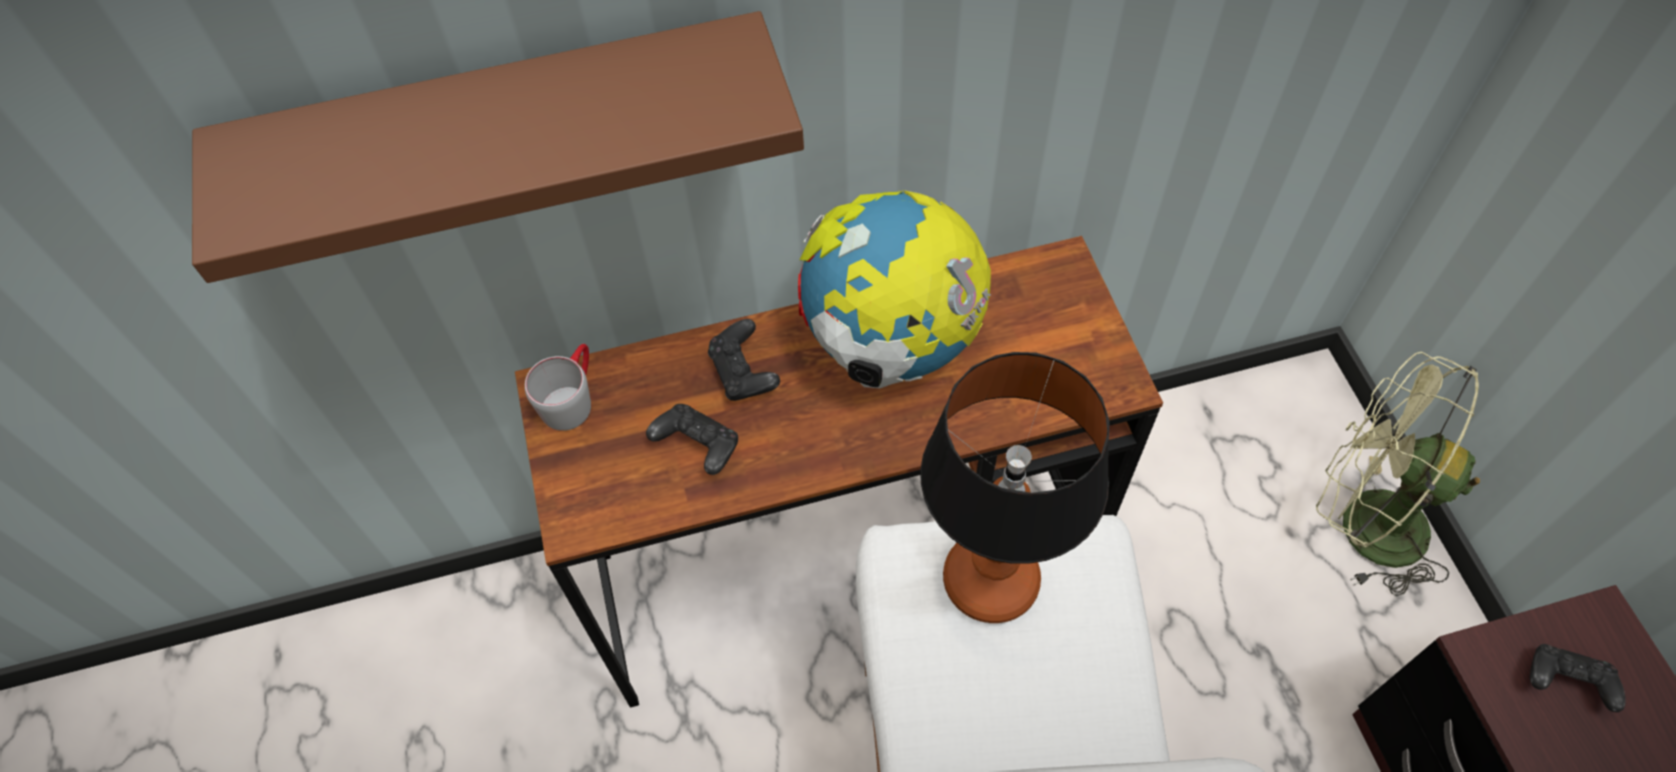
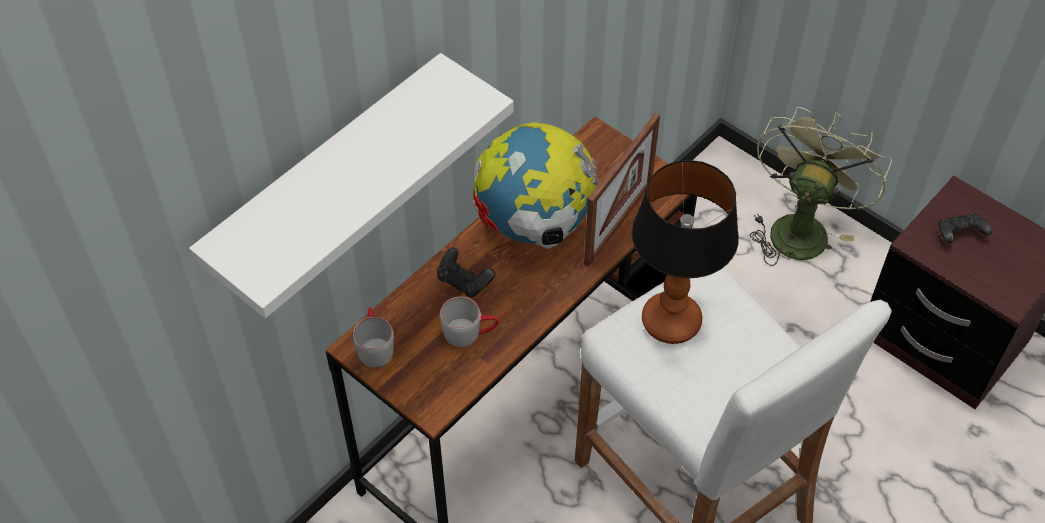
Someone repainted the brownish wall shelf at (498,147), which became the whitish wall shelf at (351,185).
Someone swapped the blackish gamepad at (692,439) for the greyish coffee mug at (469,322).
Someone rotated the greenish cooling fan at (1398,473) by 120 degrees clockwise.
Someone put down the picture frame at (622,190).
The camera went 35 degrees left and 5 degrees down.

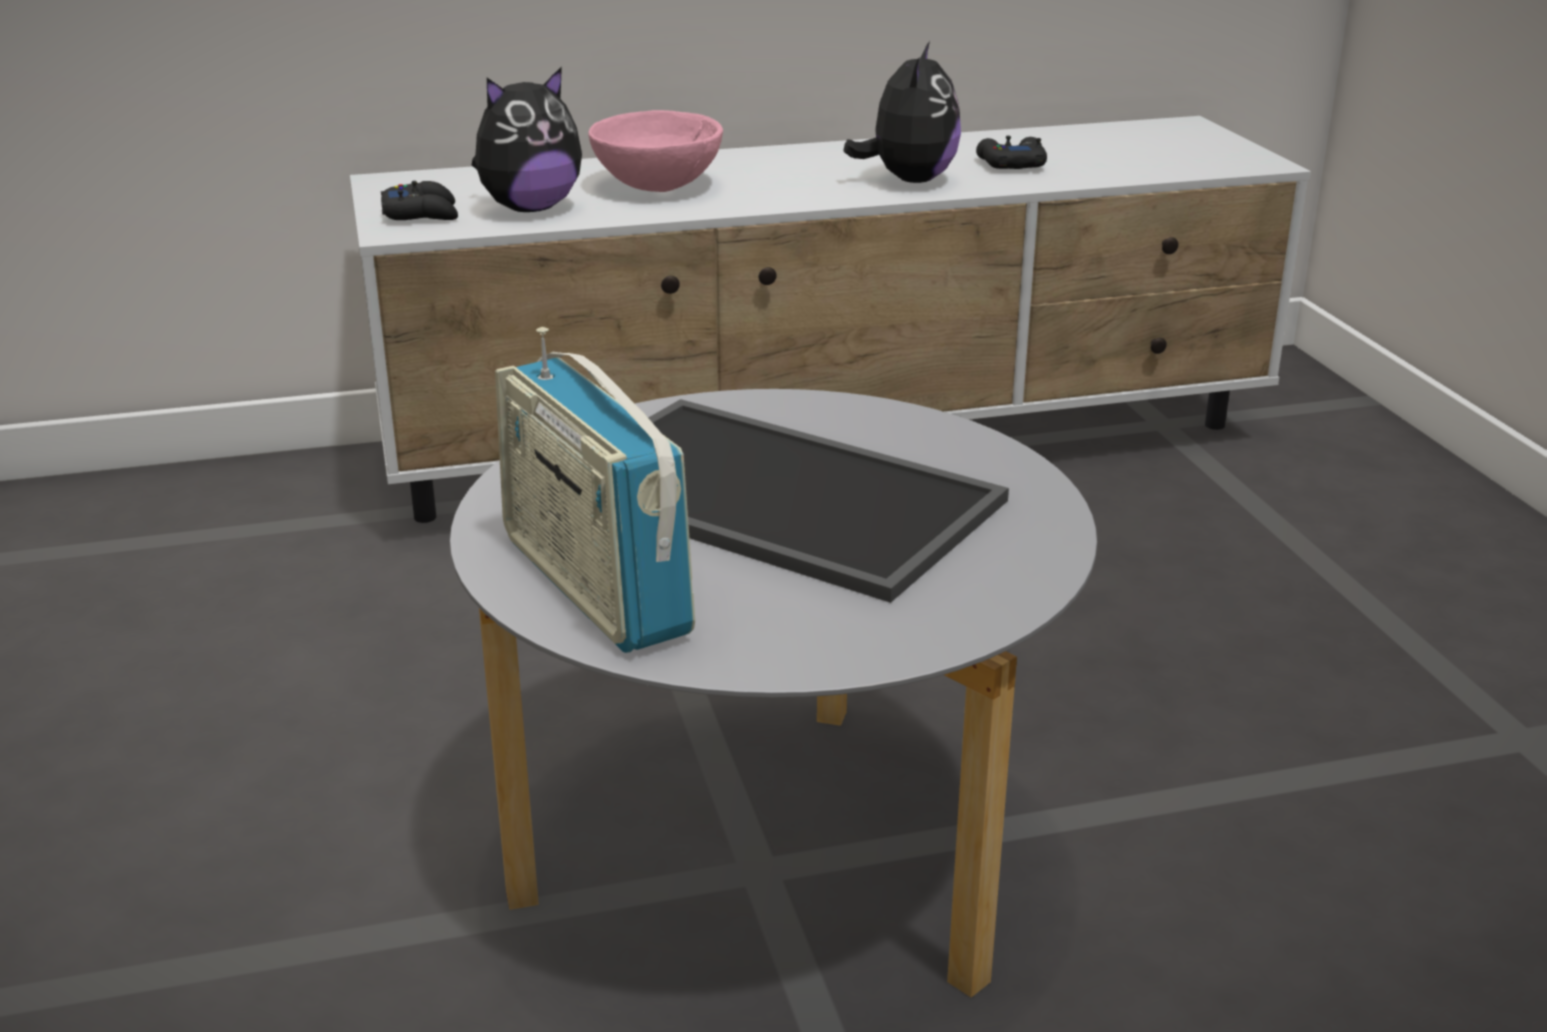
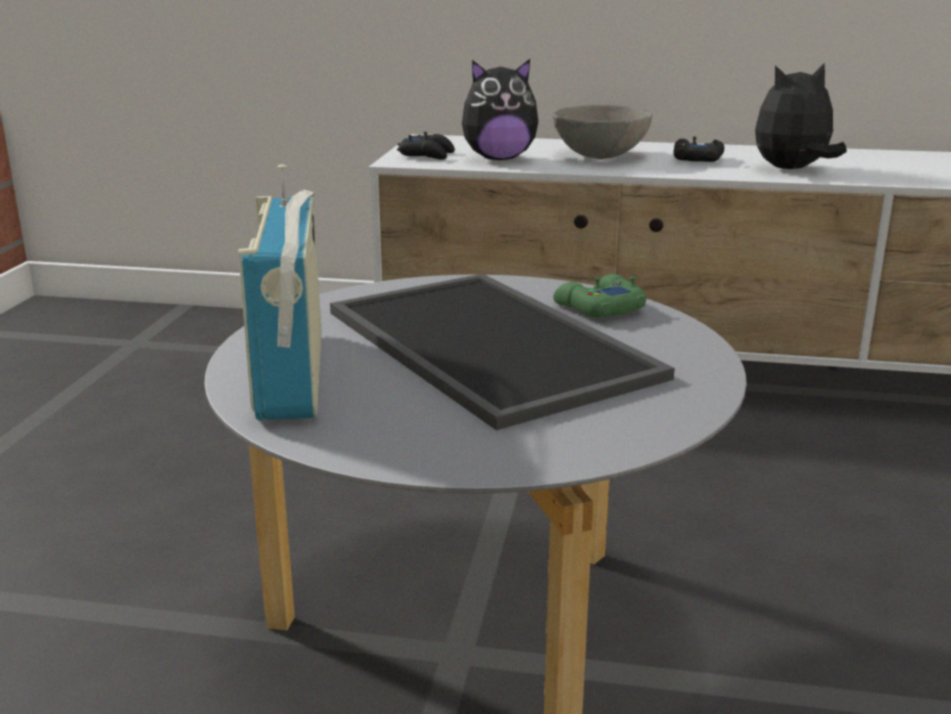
Someone repainted the pink serving bowl at (656,151), which became the greyish serving bowl at (602,132).
Someone rotated the soft toy at (902,112) by 150 degrees counterclockwise.
Someone carried the blackish gamepad from (1011,152) to (699,149).
Someone put down the greenish gamepad at (599,296).
The camera went 25 degrees right and 5 degrees down.

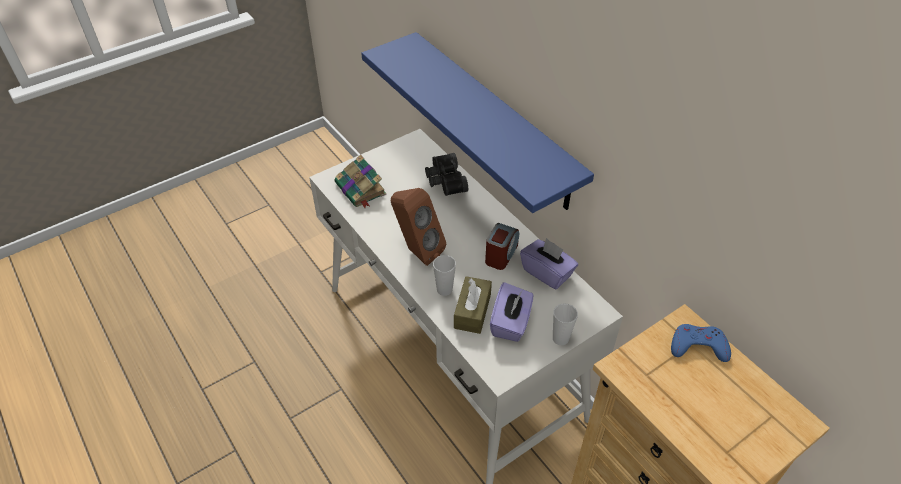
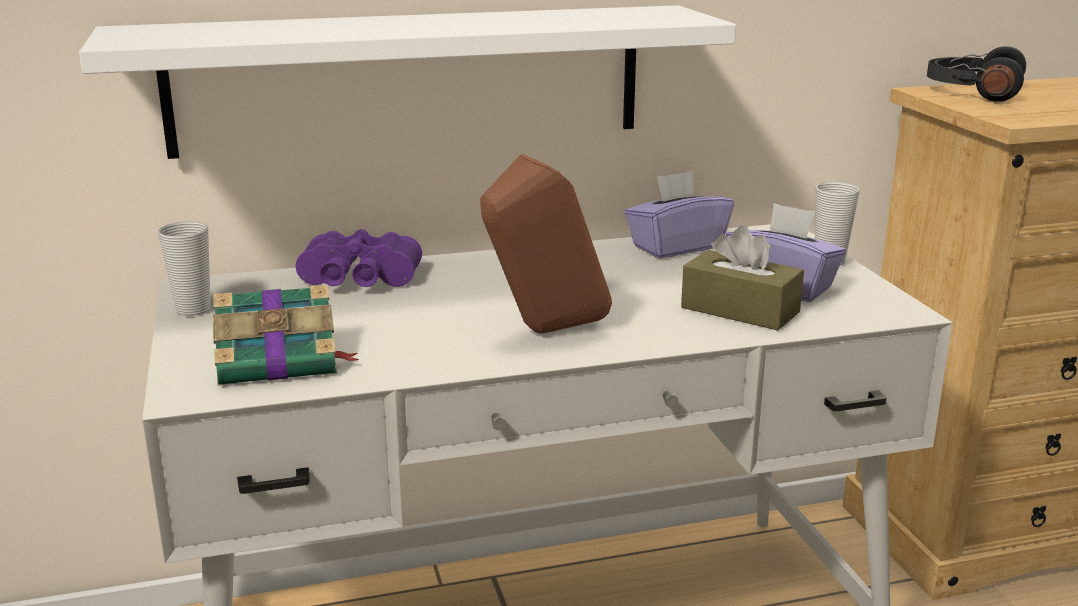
Someone repainted the blue-coloured wall shelf at (477,122), which became the whitish wall shelf at (407,82).
Someone repainted the blackish field glasses at (446,174), which became the purplish field glasses at (359,258).
Someone carried the drinking cup from (444,275) to (184,268).
Someone took away the bedside clock at (502,246).
Someone swapped the blue-coloured gamepad at (701,343) for the blackish headset at (976,74).
The camera went 70 degrees left and 25 degrees down.

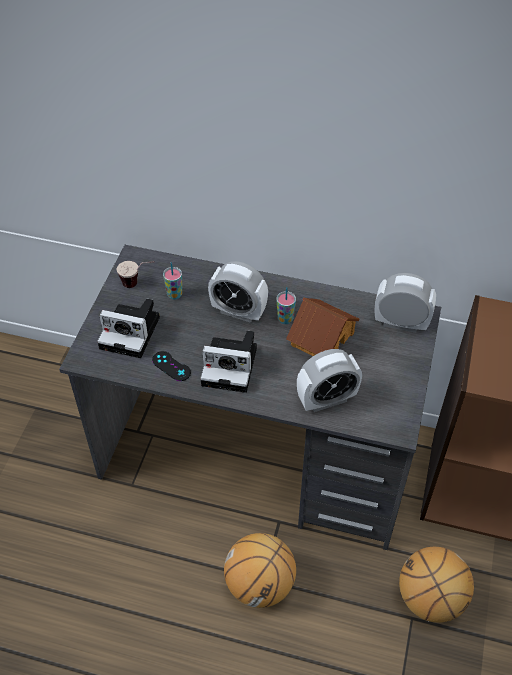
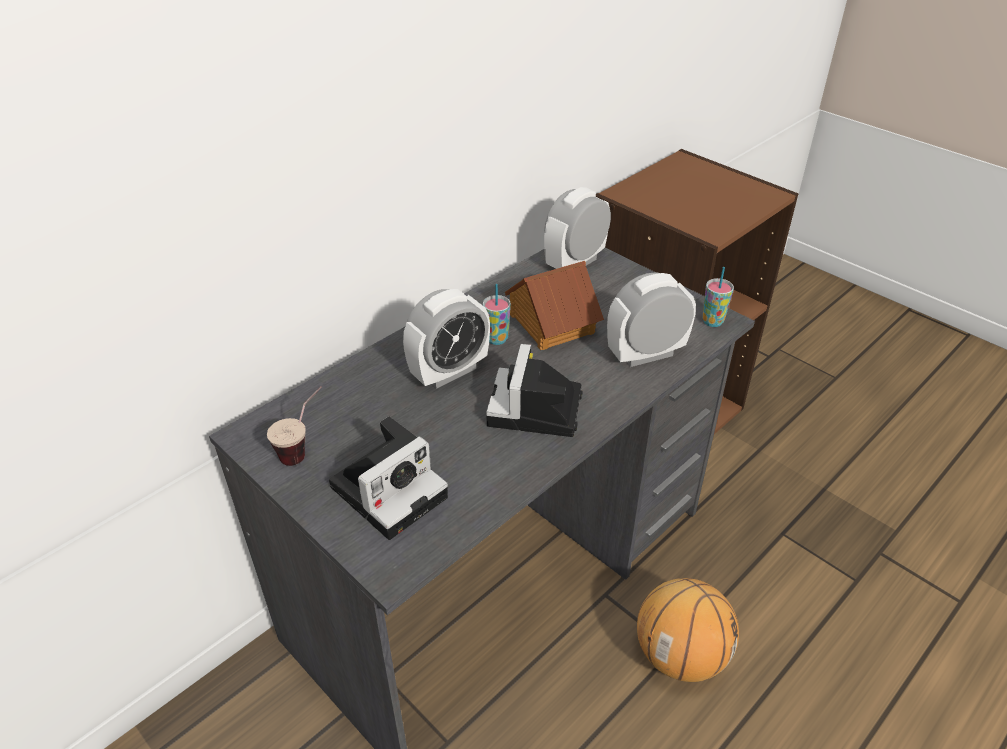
Someone took away the blackish gamepad at (171,366).
Someone carried the drinking cup from (172,280) to (718,297).
Someone rotated the still camera at (228,361) by 150 degrees clockwise.
Someone rotated the bedside clock at (329,380) by 120 degrees counterclockwise.
Someone took away the basketball at (436,585).
The camera went 60 degrees left and 10 degrees down.

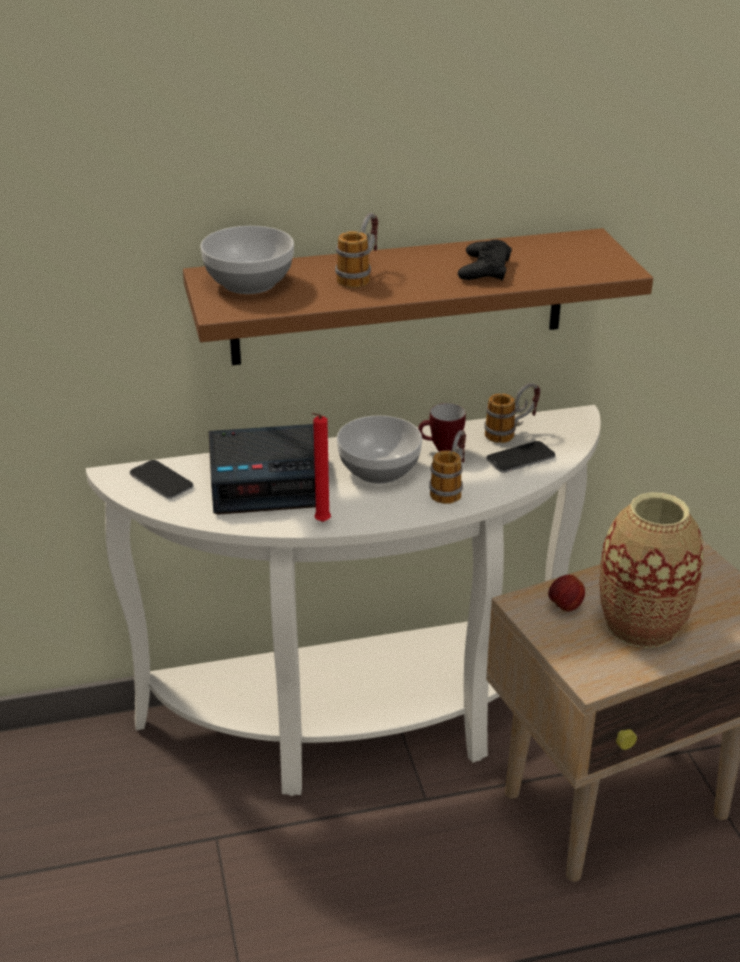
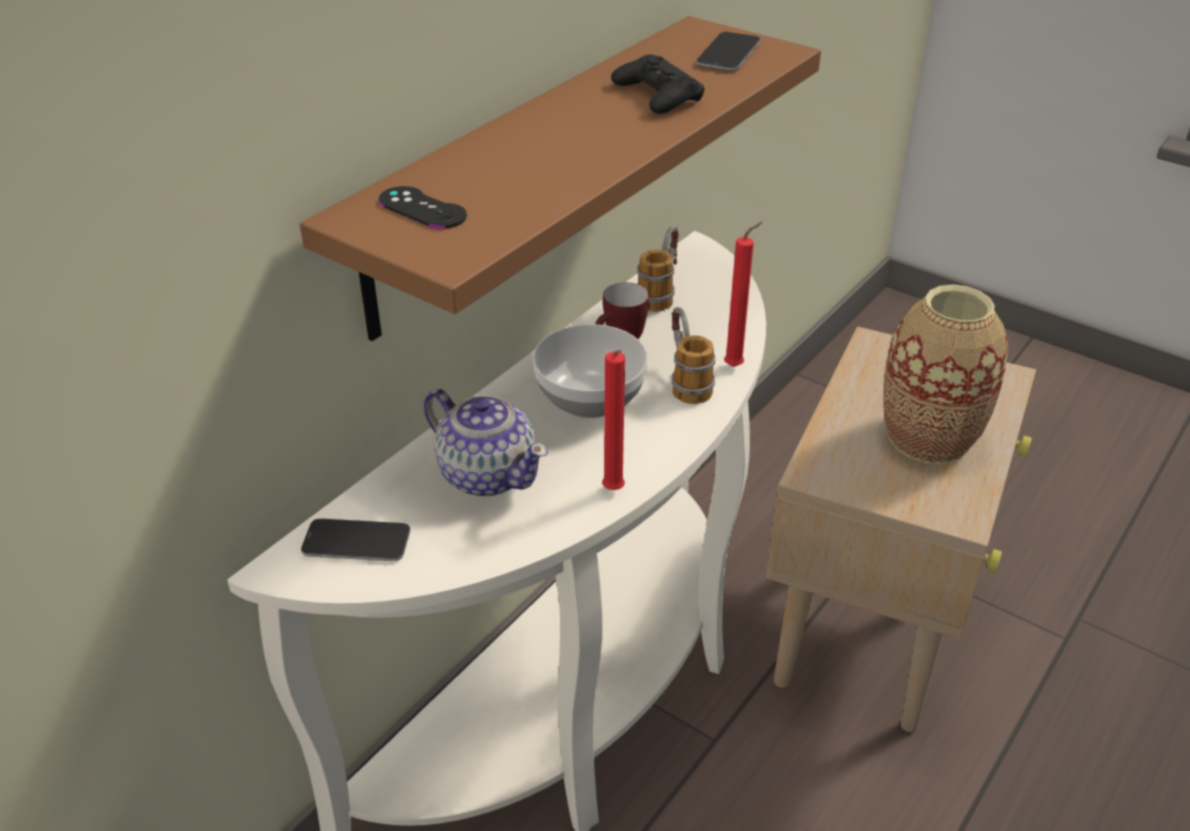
Someone swapped the serving bowl at (247,260) for the blackish gamepad at (423,207).
Someone swapped the bedside clock at (262,469) for the pot for tea at (486,443).
Someone took away the coffee mug at (356,250).
Someone carried the handset from (520,457) to (728,51).
Someone took away the whole apple at (566,593).
Someone put down the red wax candle at (743,294).
The camera went 40 degrees left and 5 degrees up.

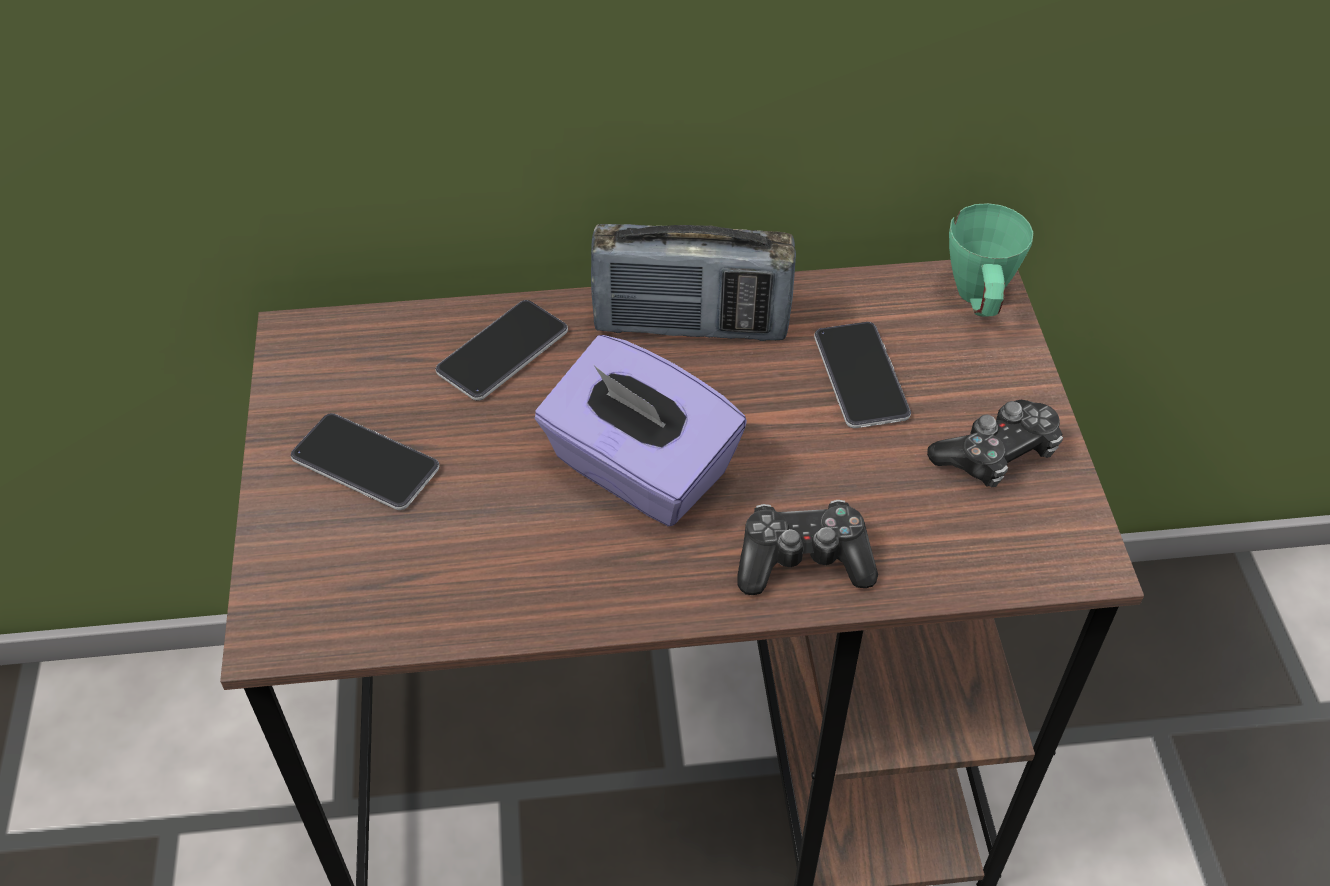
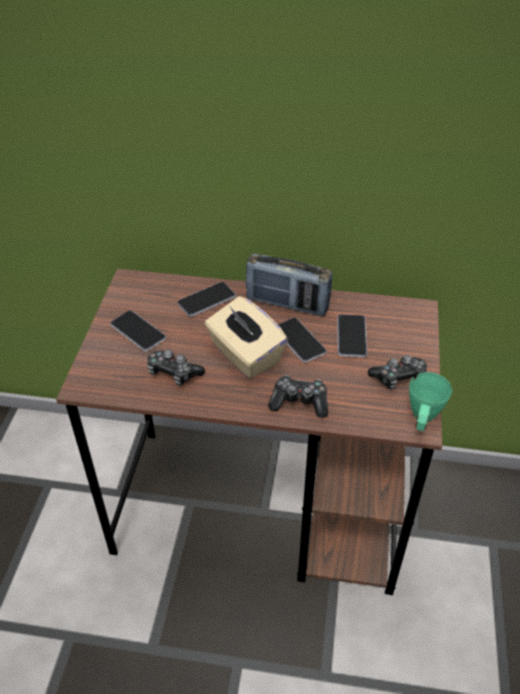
Someone repainted the purplish box of tissues at (641,430), which became the beige box of tissues at (246,337).
Someone carried the greenish coffee mug from (991,260) to (430,401).
Someone put down the gamepad at (176,367).
Someone put down the handset at (302,340).
The camera went 15 degrees right and 5 degrees down.

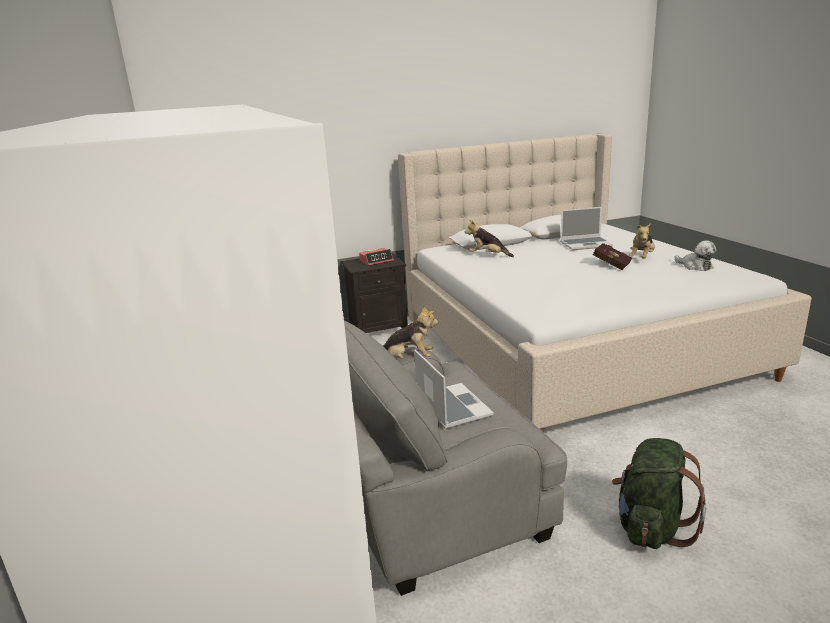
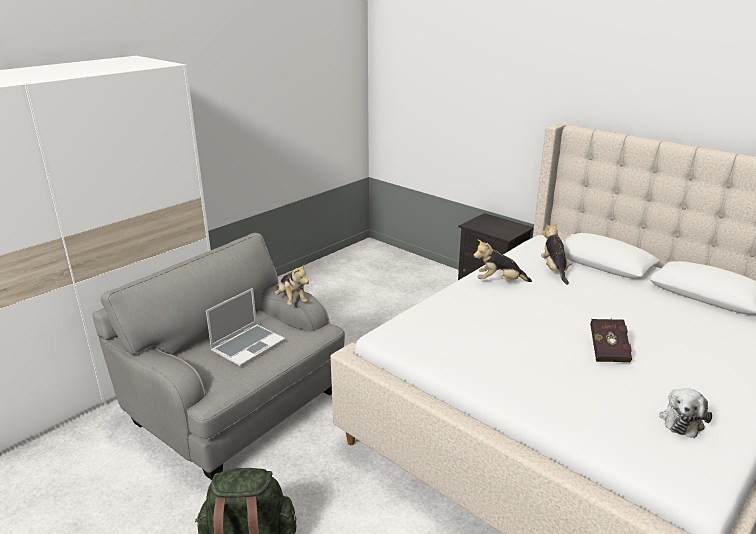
Someone took away the bedside clock at (376,257).
Someone took away the notebook computer at (586,228).
Someone carried the soft toy from (642,241) to (503,260).
The camera went 60 degrees right and 5 degrees up.

